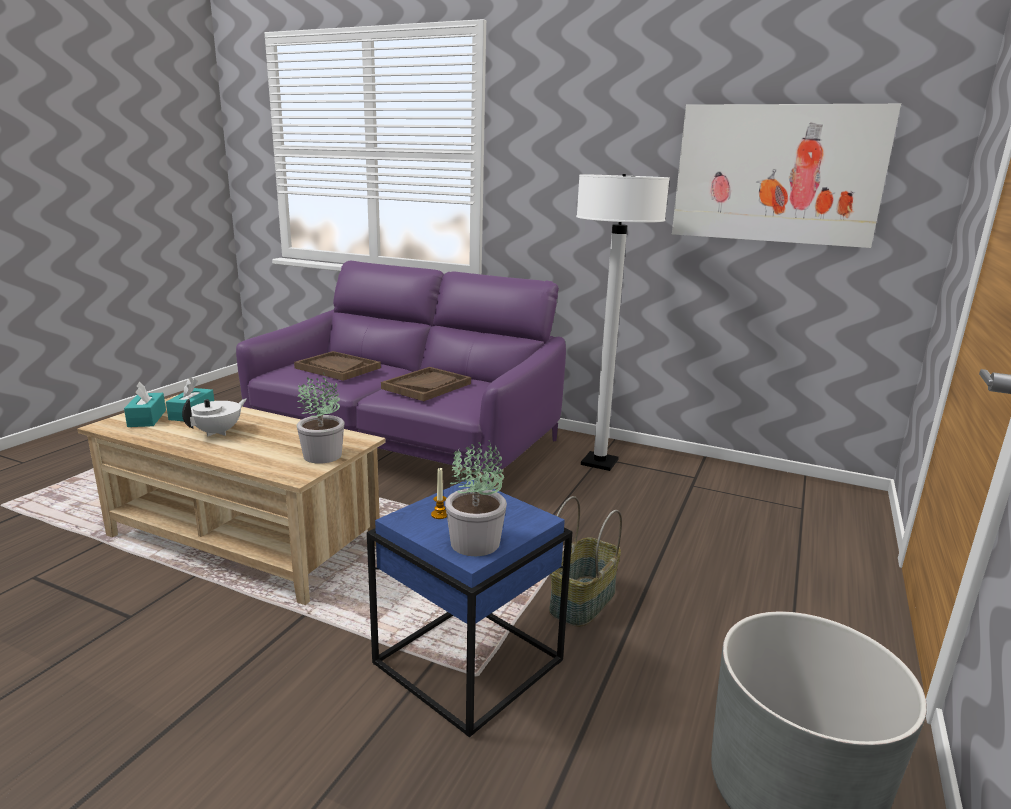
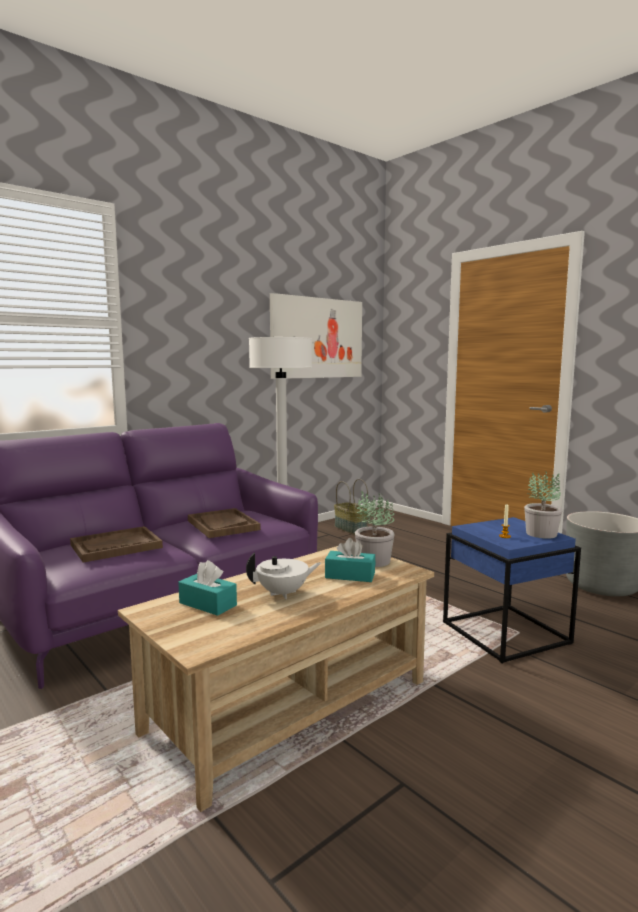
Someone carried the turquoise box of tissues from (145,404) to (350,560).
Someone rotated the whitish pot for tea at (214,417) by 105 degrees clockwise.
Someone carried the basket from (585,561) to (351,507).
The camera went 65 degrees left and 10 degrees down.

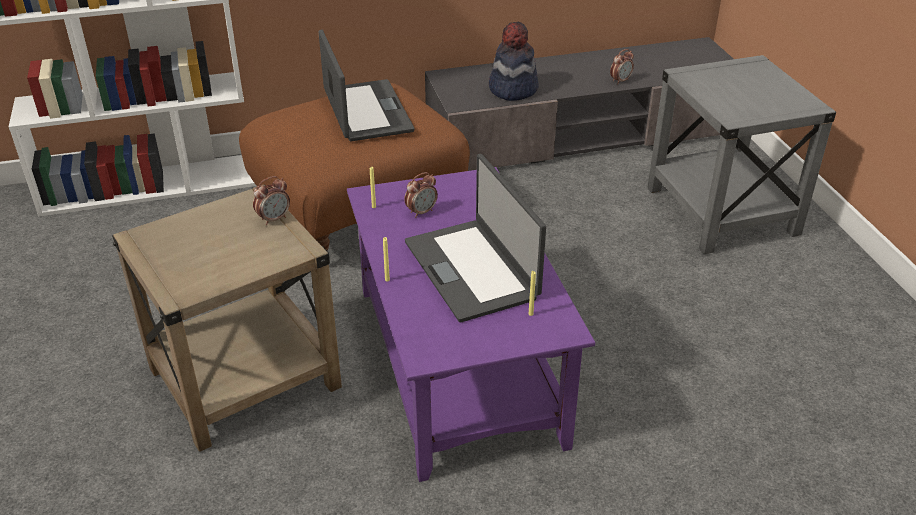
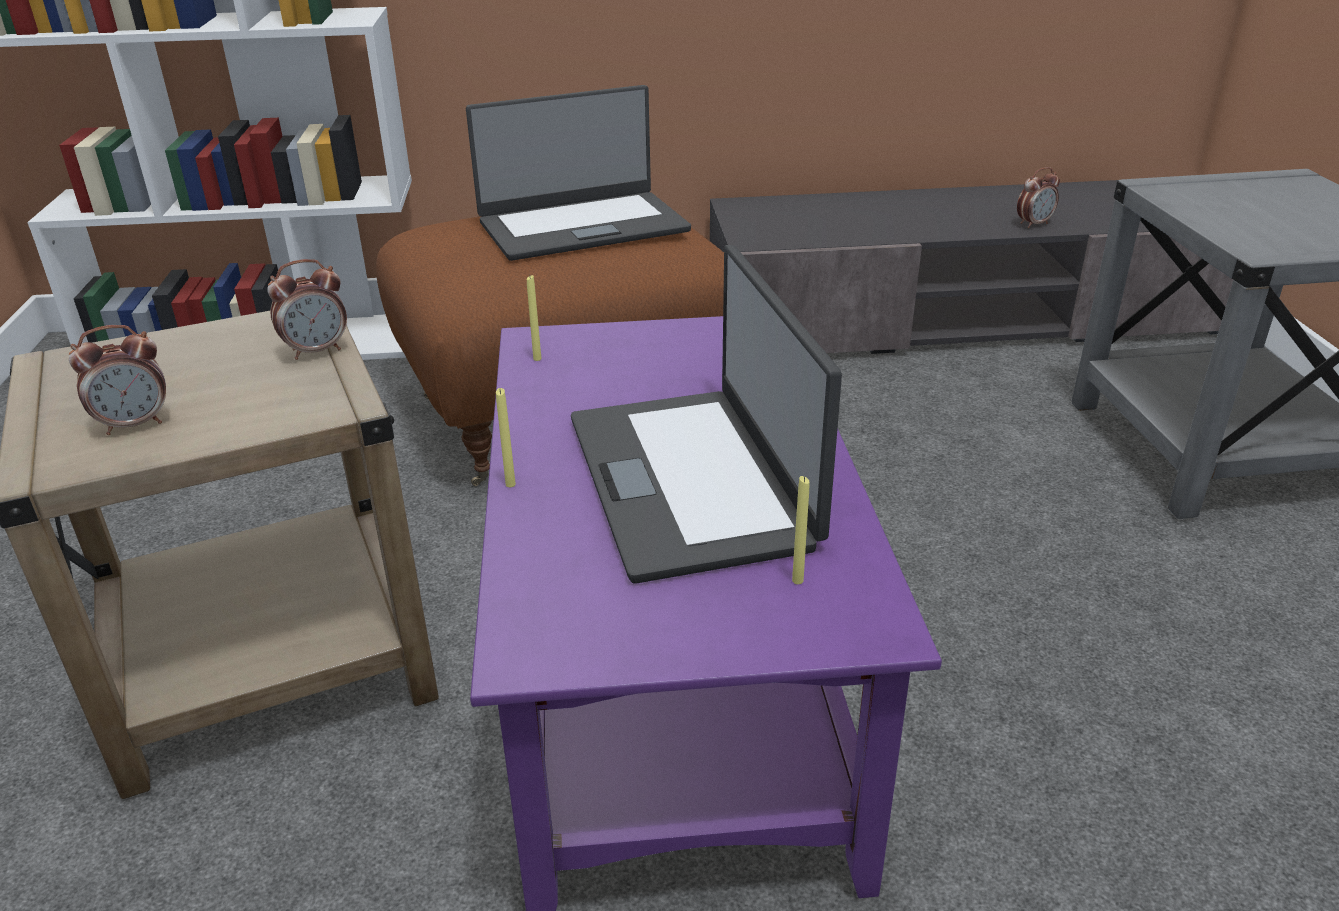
Someone rotated the notebook computer at (366,85) by 75 degrees clockwise.
Someone carried the bedside clock from (421,195) to (117,380).
Someone took away the wearable hat at (514,61).
The camera went 10 degrees right and 5 degrees down.

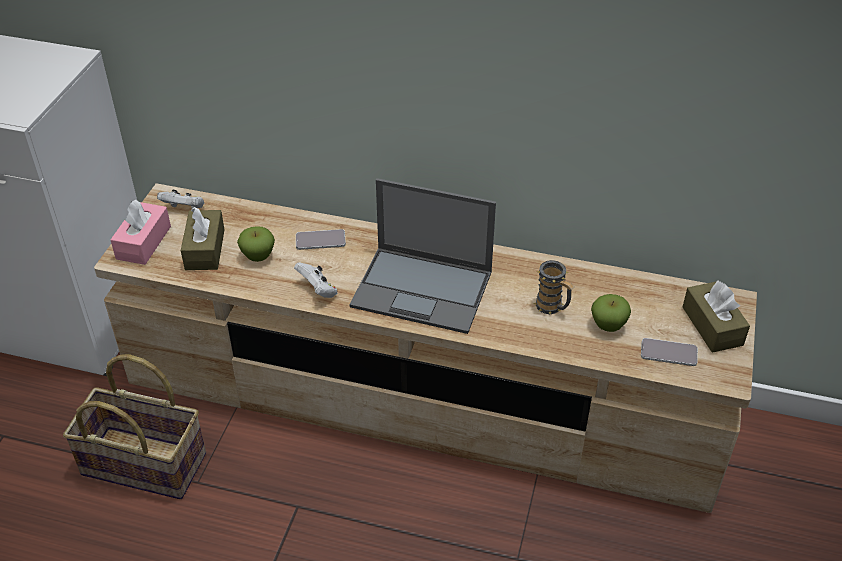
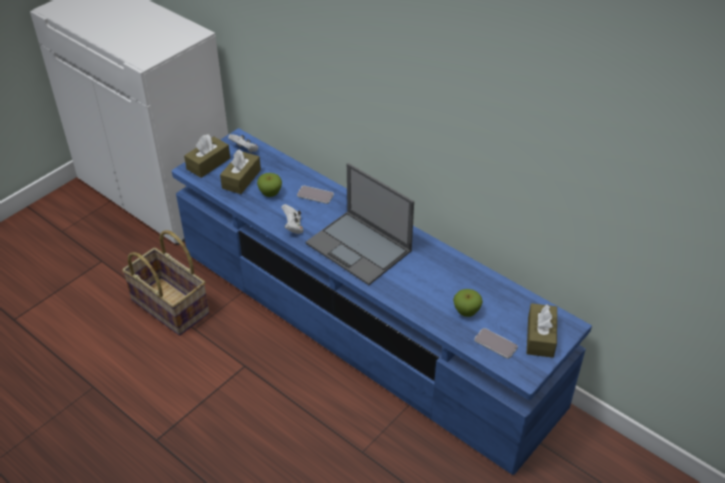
Someone repainted the beige media console at (425,348), which became the blue-coloured media console at (382,301).
Someone repainted the pink box of tissues at (141,232), which became the brownish box of tissues at (207,156).
Someone took away the coffee mug at (553,287).
The camera went 25 degrees right and 0 degrees up.

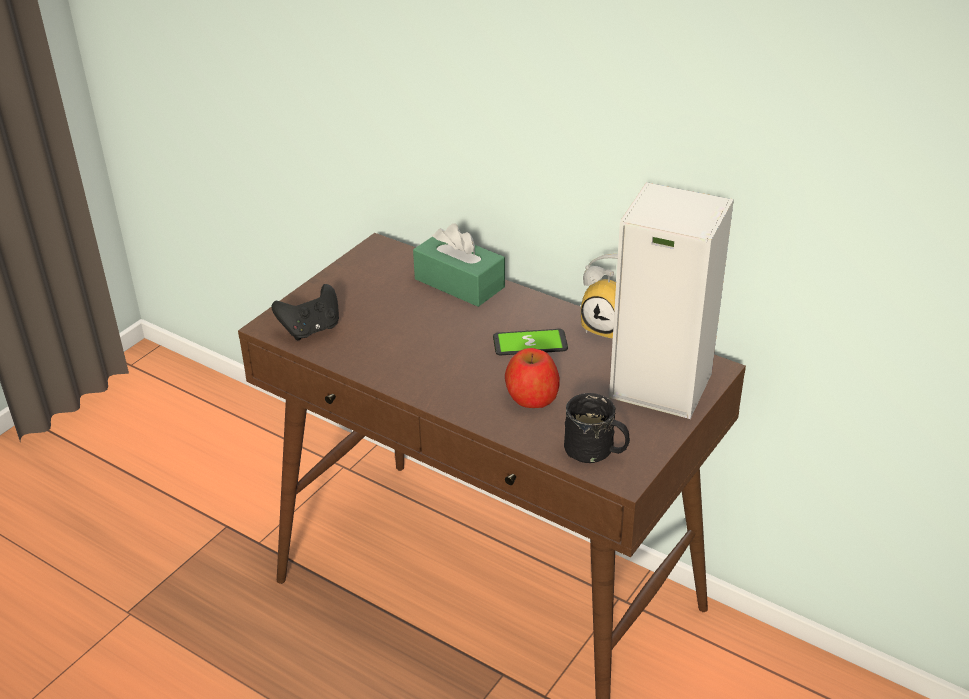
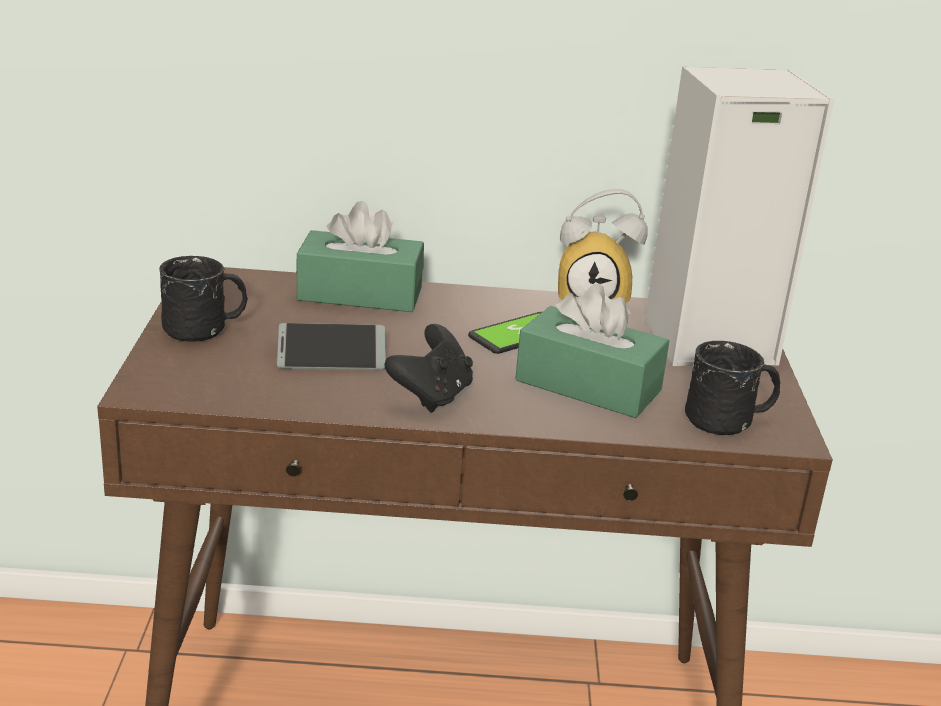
Someone carried the blackish gamepad from (305,312) to (428,368).
Someone swapped the whole apple at (532,378) for the greenish box of tissues at (592,351).
Someone put down the blackish coffee mug at (203,299).
Someone put down the handset at (331,346).
The camera went 35 degrees left and 10 degrees down.

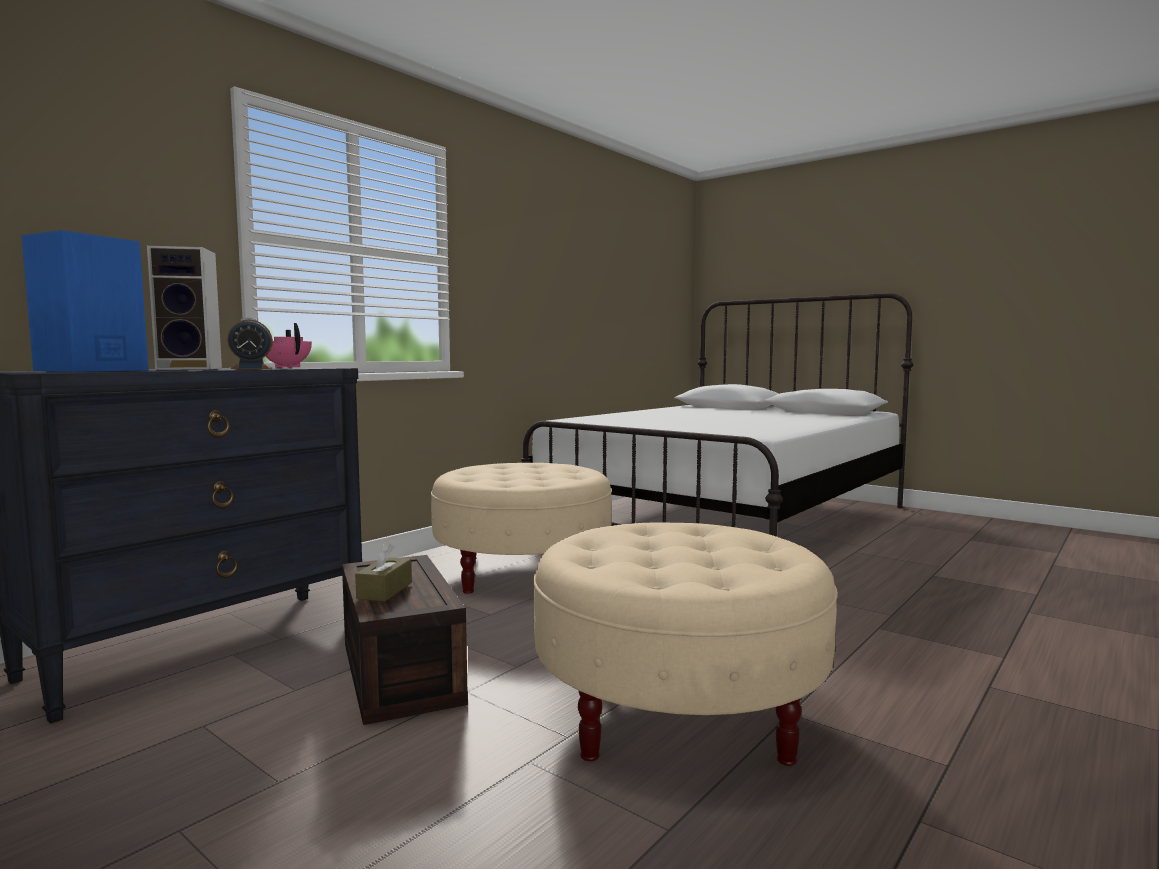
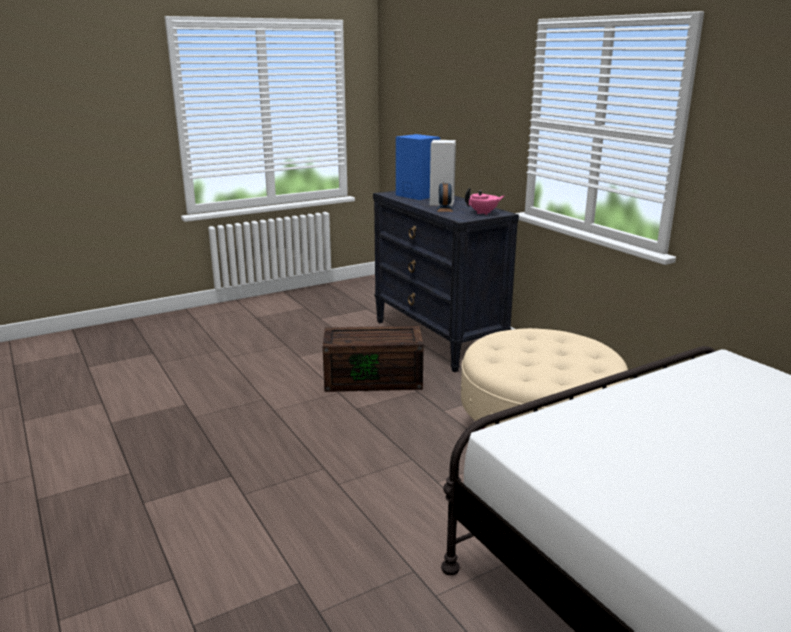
Someone took away the brownish box of tissues at (383,571).
Someone took away the beige pouffe at (685,644).
The camera went 110 degrees right and 15 degrees up.

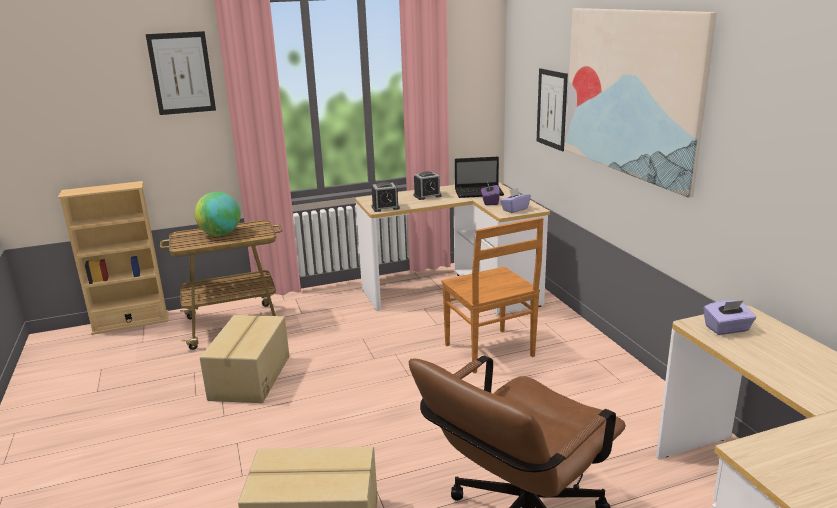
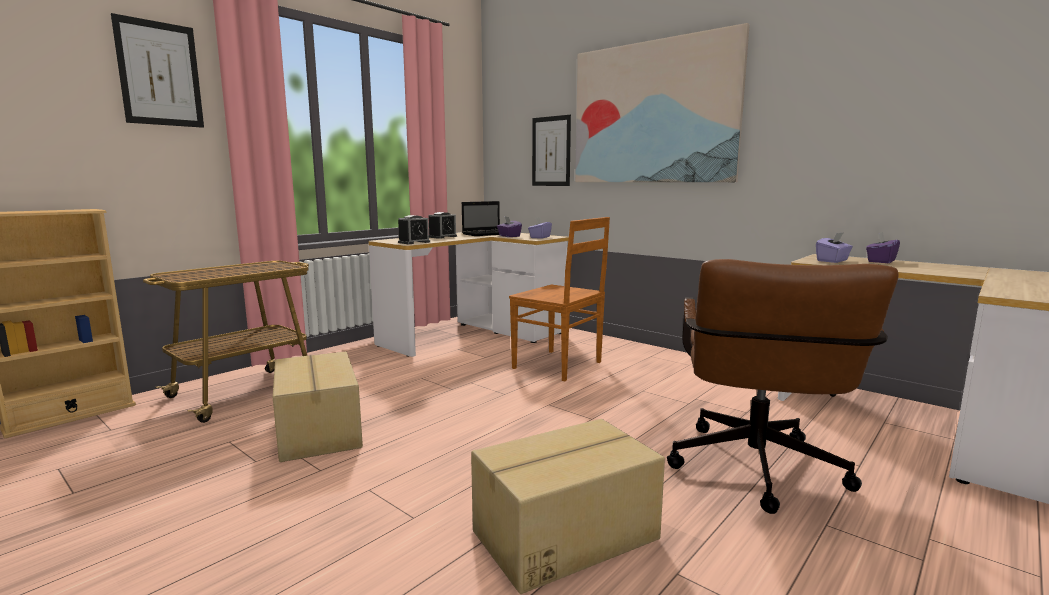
Someone took away the globe at (217,214).
Someone put down the purplish box of tissues at (883,247).
The camera went 30 degrees left and 10 degrees down.

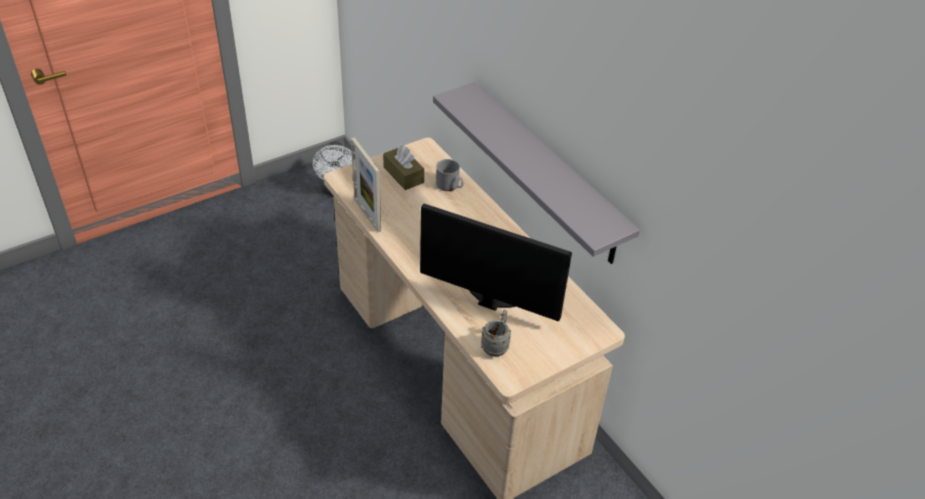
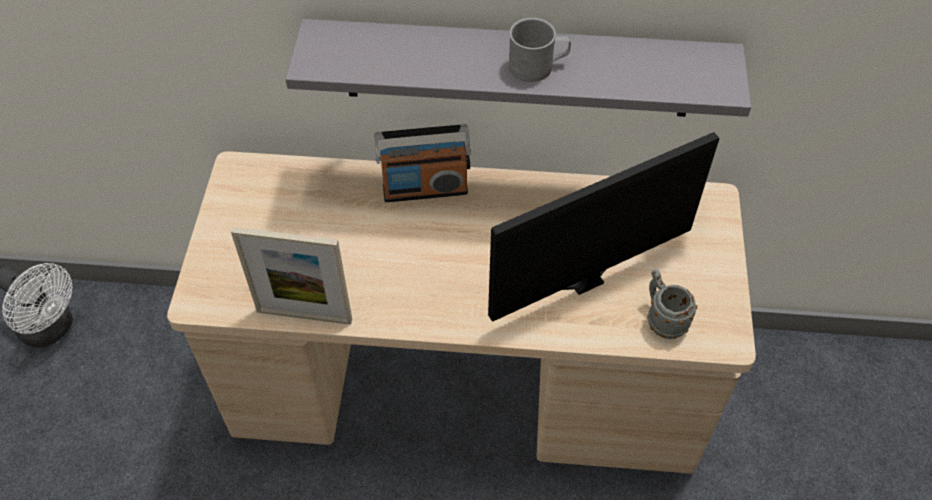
Someone took away the brownish box of tissues at (403,167).
Someone carried the greyish coffee mug from (450,175) to (540,50).
Someone put down the radio set at (422,163).
The camera went 50 degrees left and 10 degrees up.

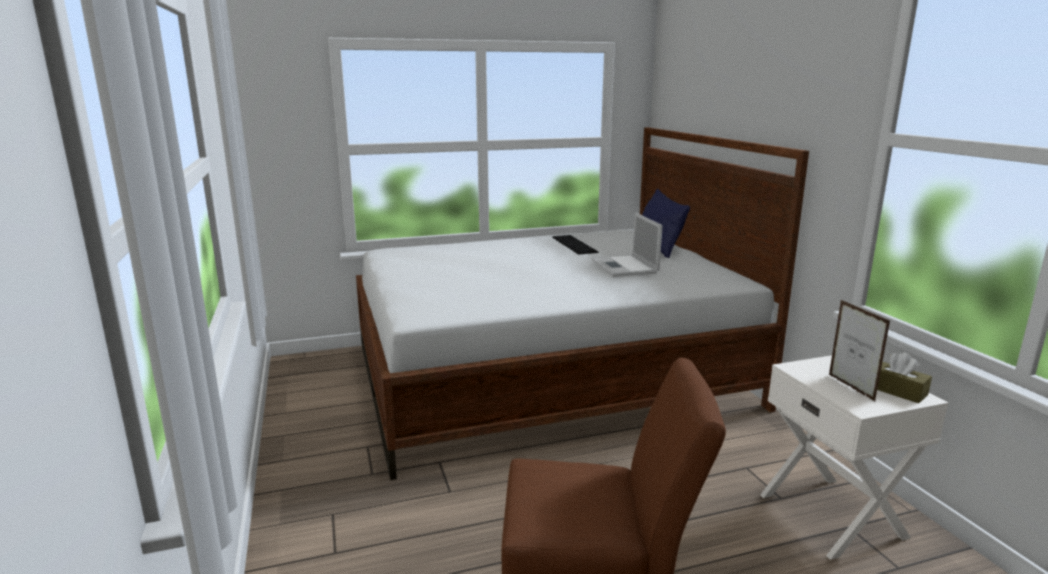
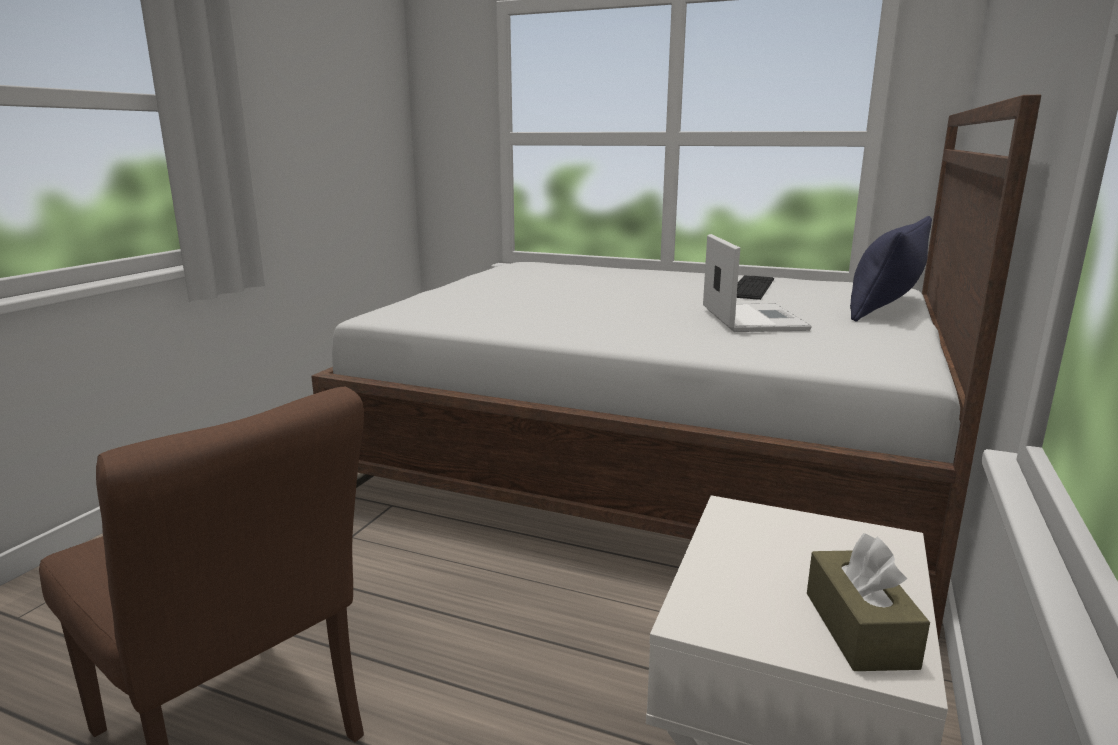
Someone rotated the notebook computer at (627,244) by 150 degrees clockwise.
Someone took away the picture frame at (859,350).
The camera went 40 degrees right and 0 degrees up.

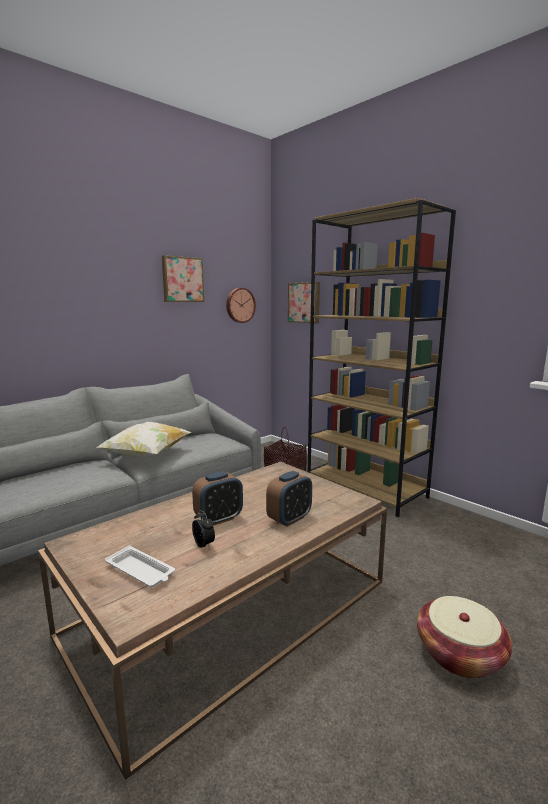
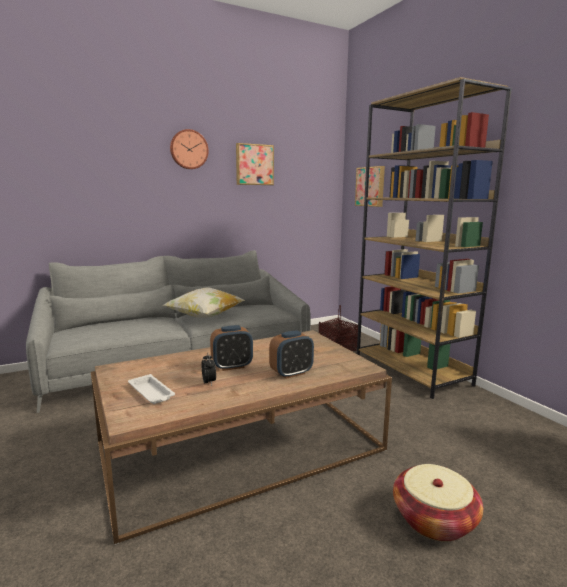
Someone carried the clock on the wall from (241,305) to (189,149).
The camera went 15 degrees right and 0 degrees up.

